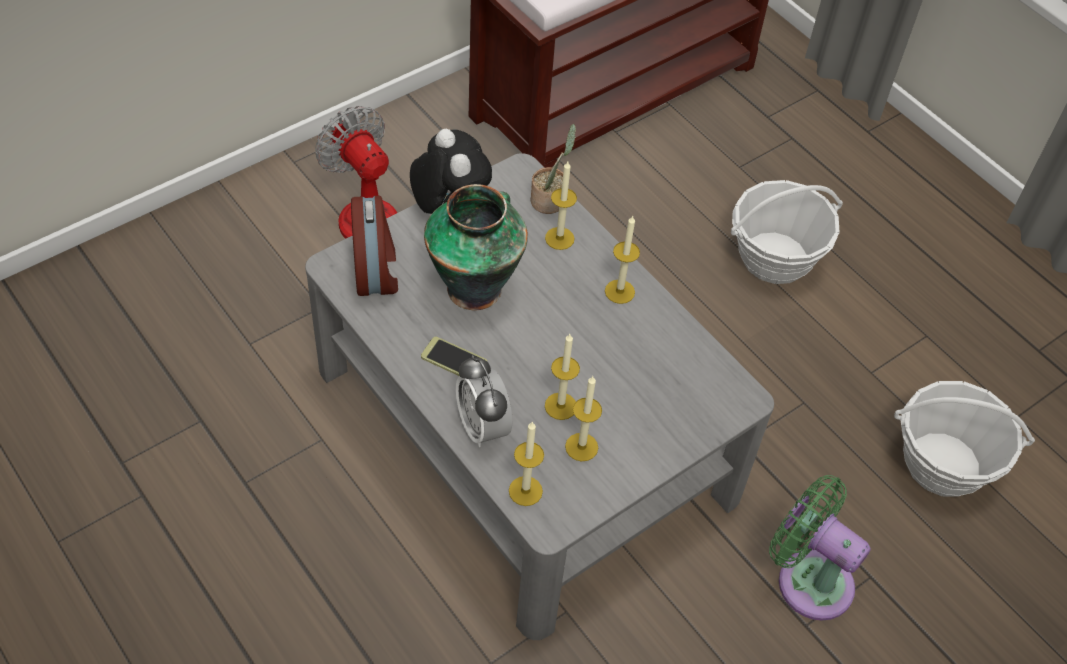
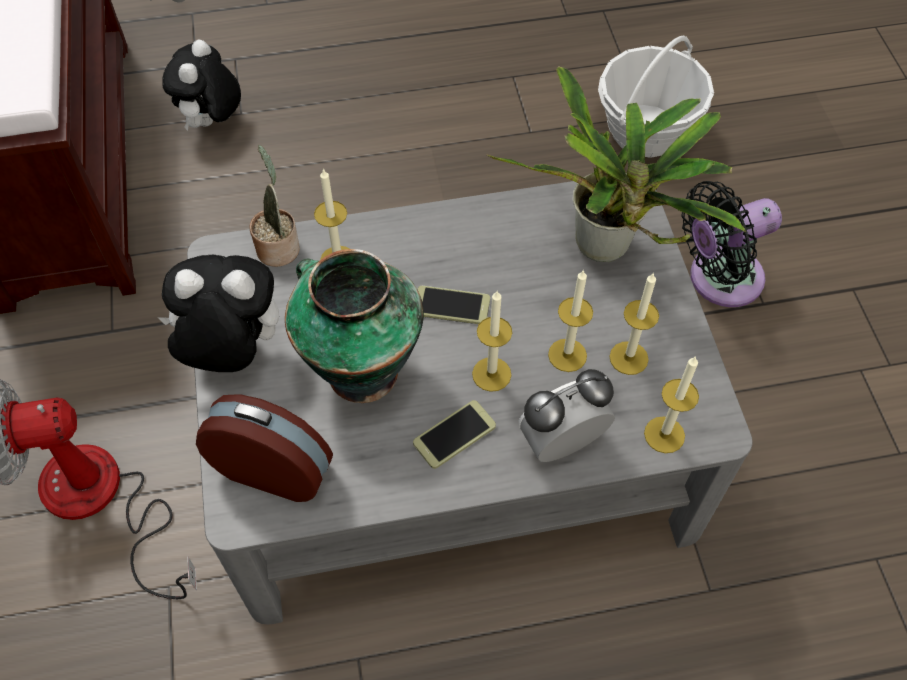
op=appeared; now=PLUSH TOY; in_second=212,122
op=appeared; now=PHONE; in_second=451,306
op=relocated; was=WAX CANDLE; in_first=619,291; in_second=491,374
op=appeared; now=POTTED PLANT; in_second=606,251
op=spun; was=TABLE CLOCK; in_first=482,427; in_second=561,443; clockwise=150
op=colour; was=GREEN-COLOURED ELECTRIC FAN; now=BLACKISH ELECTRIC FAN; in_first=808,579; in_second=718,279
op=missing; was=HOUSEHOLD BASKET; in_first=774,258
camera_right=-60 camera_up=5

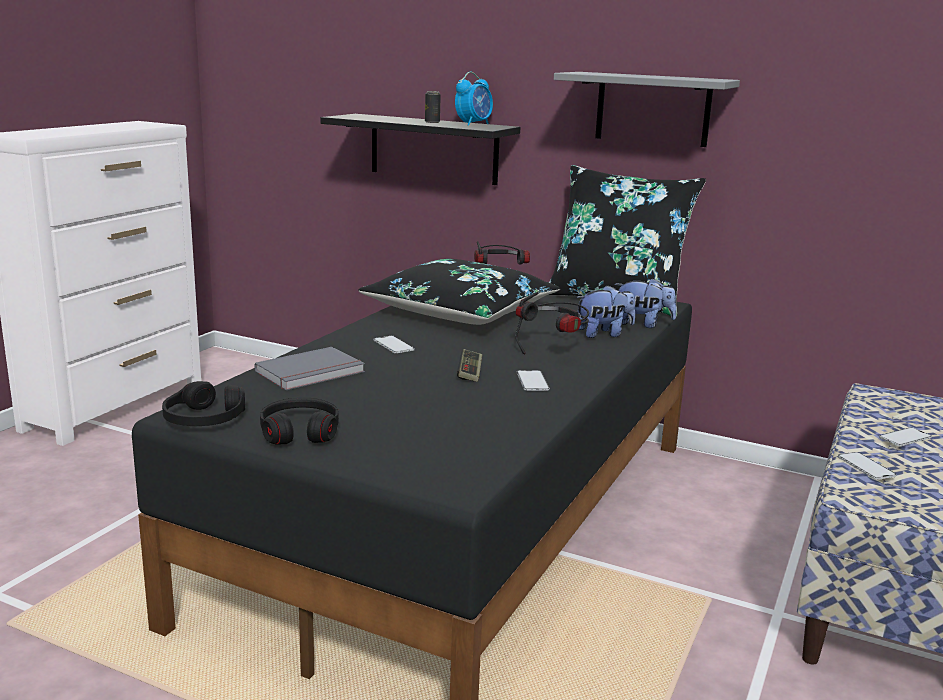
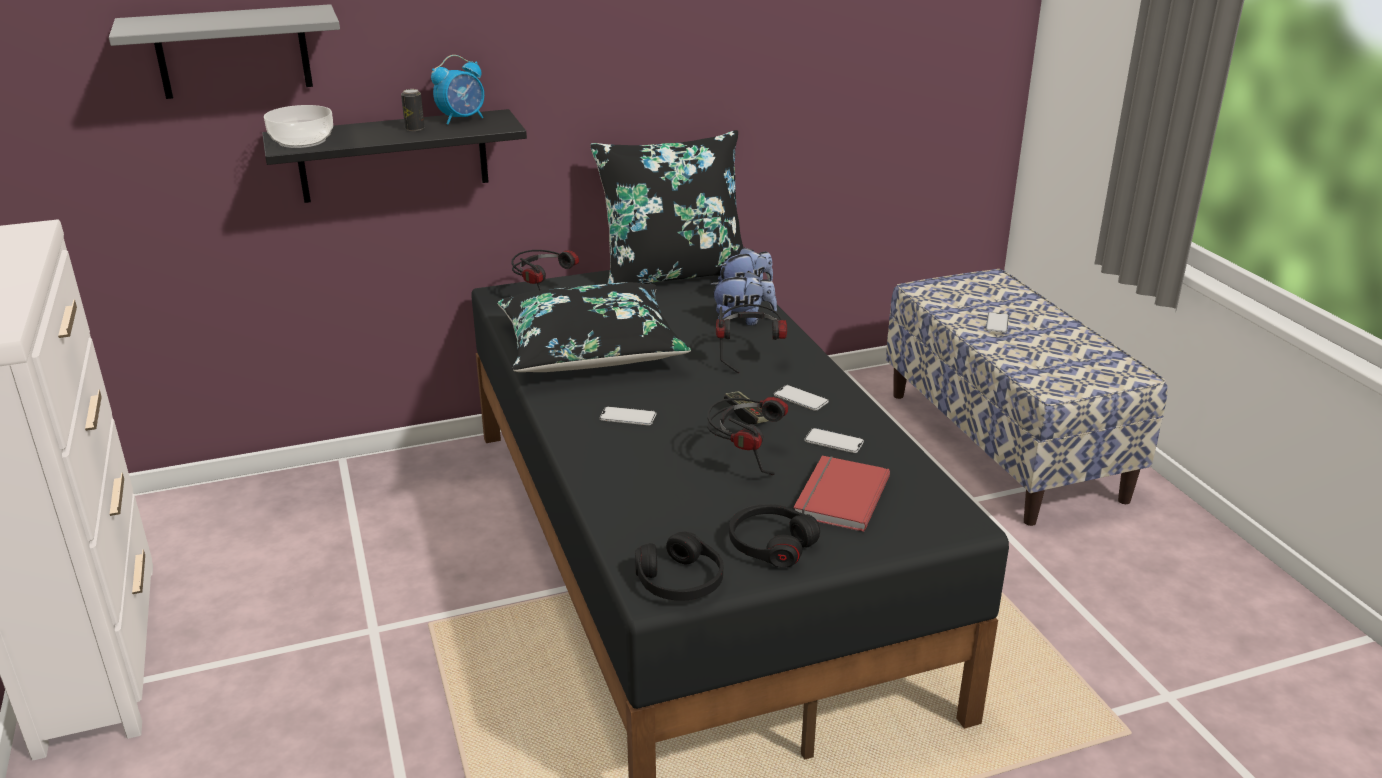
op=relocated; was=GREYISH SHELF; in_first=653,109; in_second=233,52
op=appeared; now=BOWL; in_second=302,141
op=spun; was=TABLE CLOCK; in_first=474,124; in_second=462,119; clockwise=60
op=appeared; now=PAIR OF HEADPHONES; in_second=745,459
op=spun; was=PLUSH TOY; in_first=603,334; in_second=743,321; clockwise=60
op=appeared; now=RED-COLOURED BOOK; in_second=838,496
op=relocated; was=PHONE; in_first=866,466; in_second=834,441
op=missing; was=GREYISH BOOK; in_first=312,373
camera_right=-45 camera_up=10

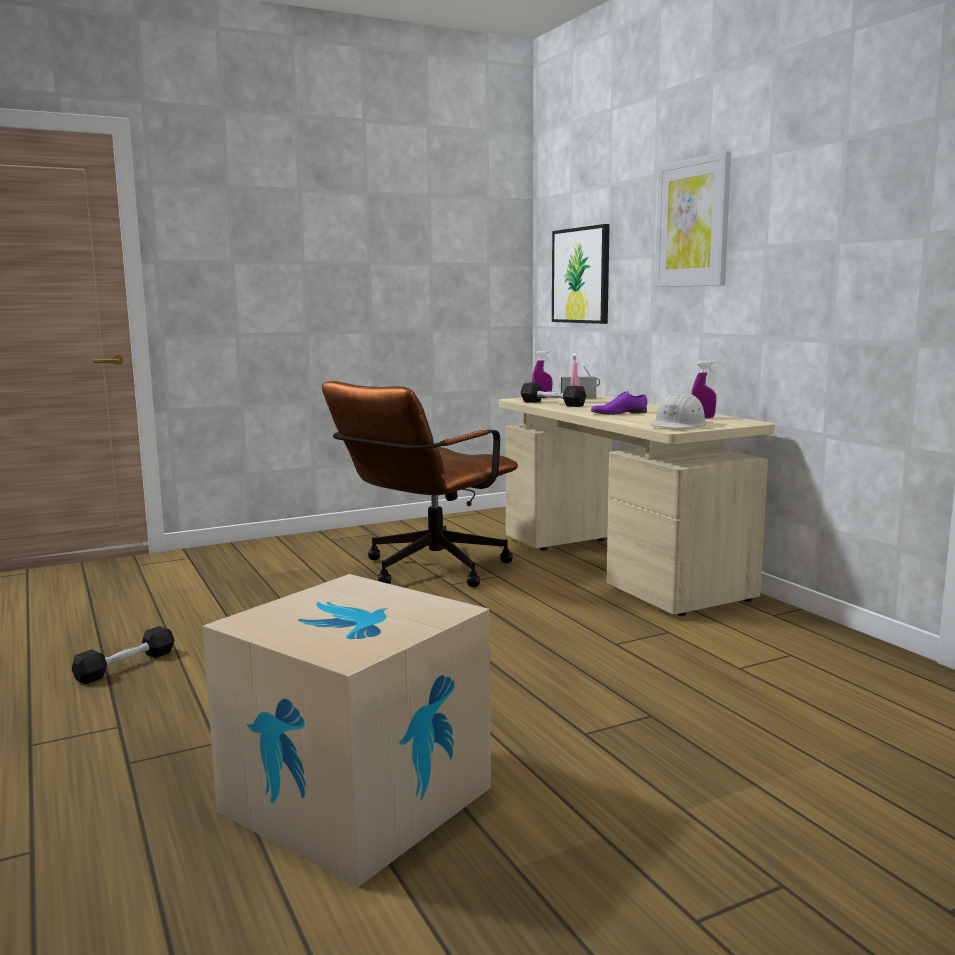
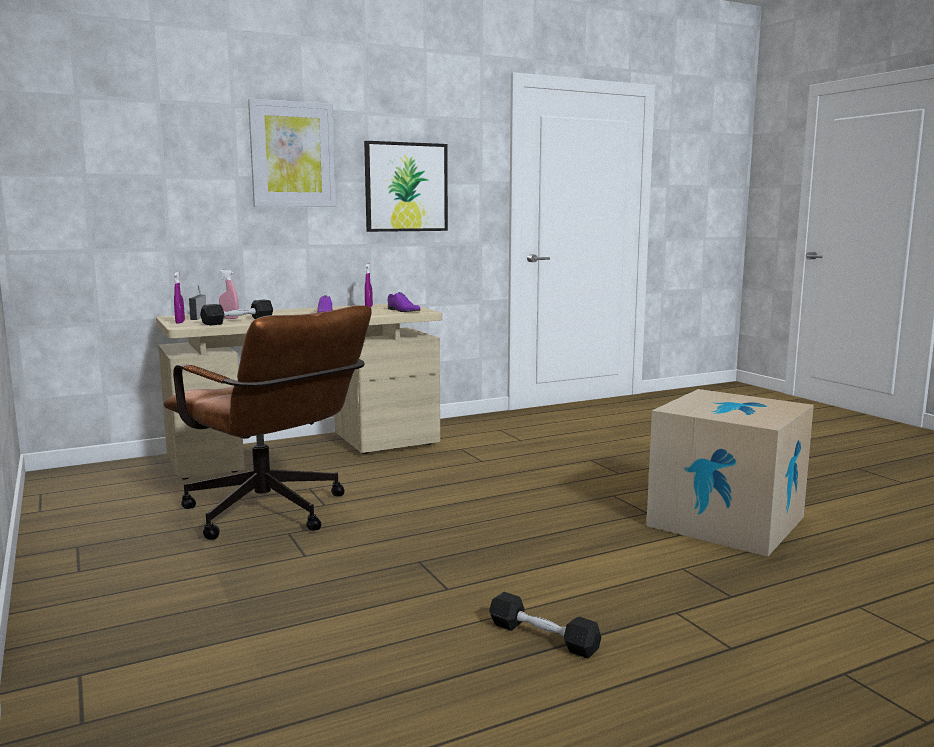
op=relocated; was=WALL PICTURE; in_first=581,275; in_second=406,187
op=exchanged; was=WHITE SAFETY HELMET; now=PURPLISH LOW SHOE; in_first=679,425; in_second=402,310
camera_right=-90 camera_up=0

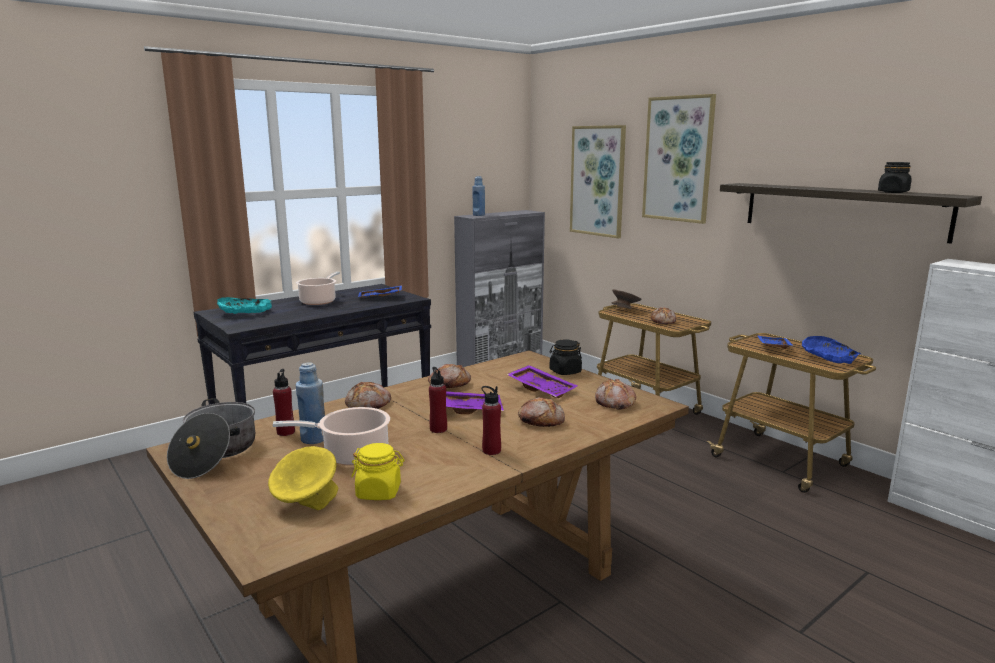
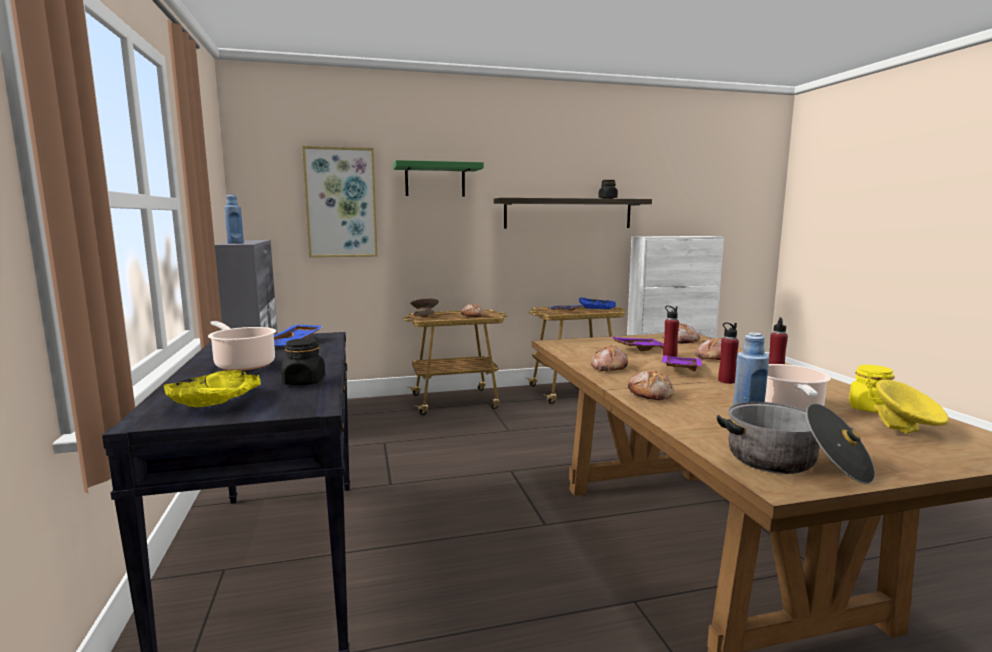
op=colour; was=TURQUOISE BOWL; now=YELLOWISH BOWL; in_first=244,313; in_second=216,401
op=relocated; was=BLACKISH JAR; in_first=565,371; in_second=304,382
op=exchanged; was=WALL PICTURE; now=GREEN-COLOURED SHELF; in_first=678,159; in_second=435,180
op=relocated; was=RED-COLOURED DRINK BOTTLE; in_first=286,432; in_second=669,356
camera_right=-65 camera_up=-5

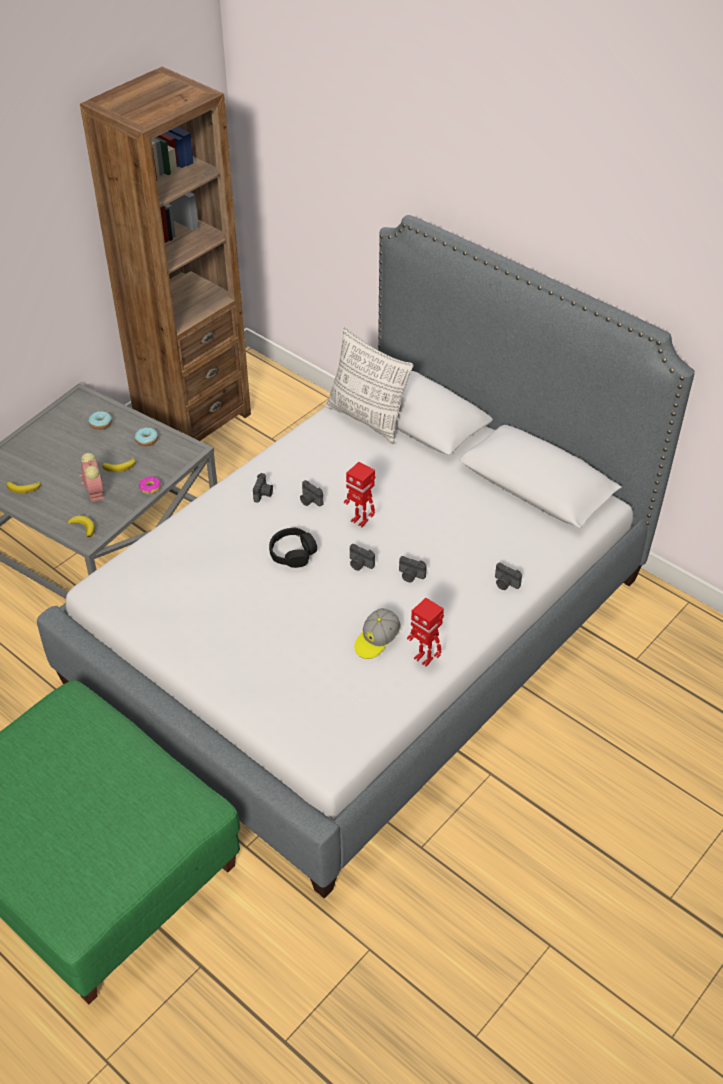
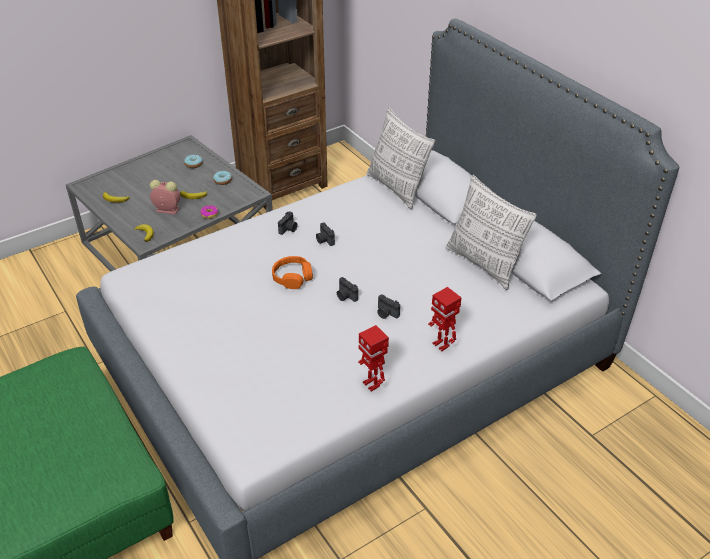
op=spun; was=TABLE CLOCK; in_first=94,491; in_second=166,210; clockwise=-75
op=colour; was=BLACKISH PAIR OF HEADPHONES; now=ORANGE-COLOURED PAIR OF HEADPHONES; in_first=292,553; in_second=292,277
op=relocated; was=TOY ROBOT; in_first=360,520; in_second=441,344
op=appeared; now=CUSHION; in_second=484,264
op=missing; was=BASEBALL CAP; in_first=376,640
op=missing; was=PHOTO CAMERA; in_first=505,584
camera_right=15 camera_up=-5

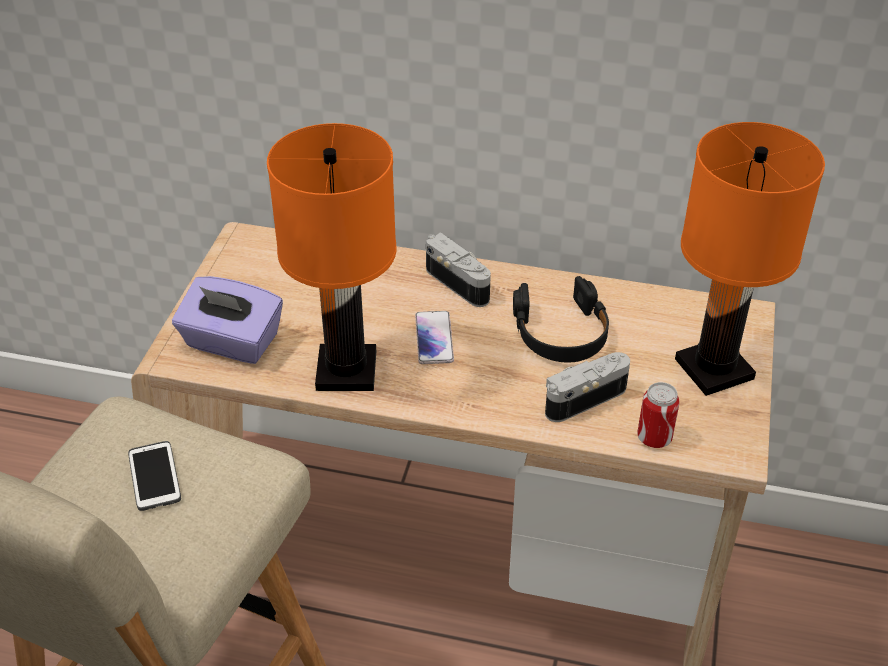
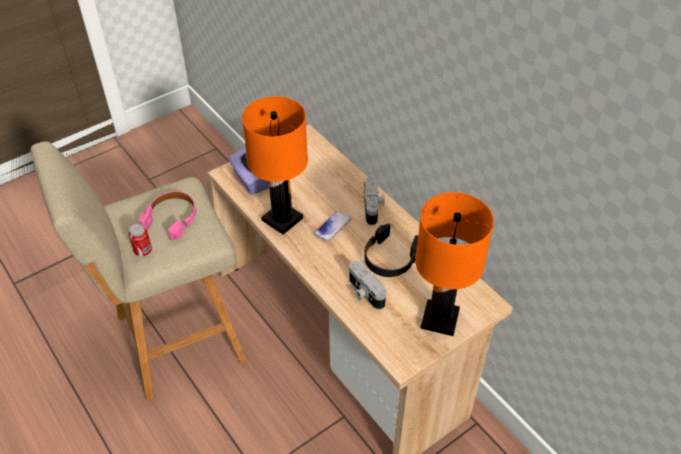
op=relocated; was=SEALED CAN; in_first=654,438; in_second=143,251
op=exchanged; was=PHONE; now=PINK PAIR OF HEADPHONES; in_first=154,477; in_second=172,219
op=spun; was=PHOTO CAMERA; in_first=583,397; in_second=364,293; clockwise=-135
camera_right=40 camera_up=5

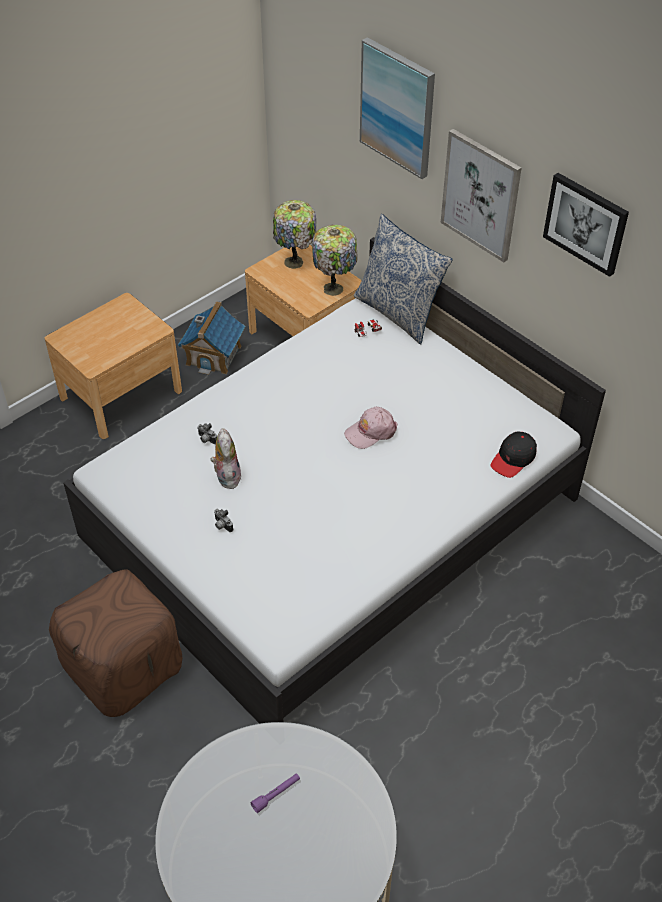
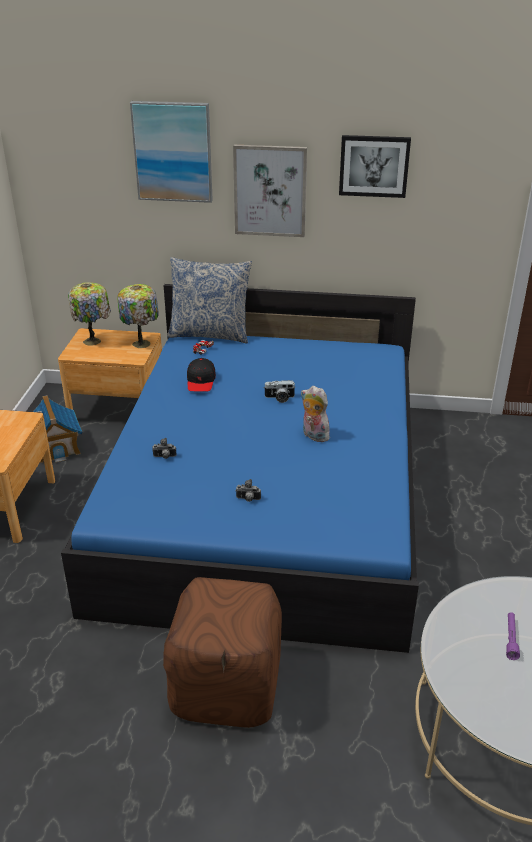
op=colour; was=WHITE SLEEPING BED; now=BLUE SLEEPING BED; in_first=331,516; in_second=265,496
op=relocated; was=BLACKISH BASEBALL CAP; in_first=513,459; in_second=201,381
op=exchanged; was=PINK BASEBALL CAP; now=PHOTO CAMERA; in_first=370,432; in_second=279,398
op=relocated; was=PLUSH TOY; in_first=226,476; in_second=313,436
camera_right=-40 camera_up=-15

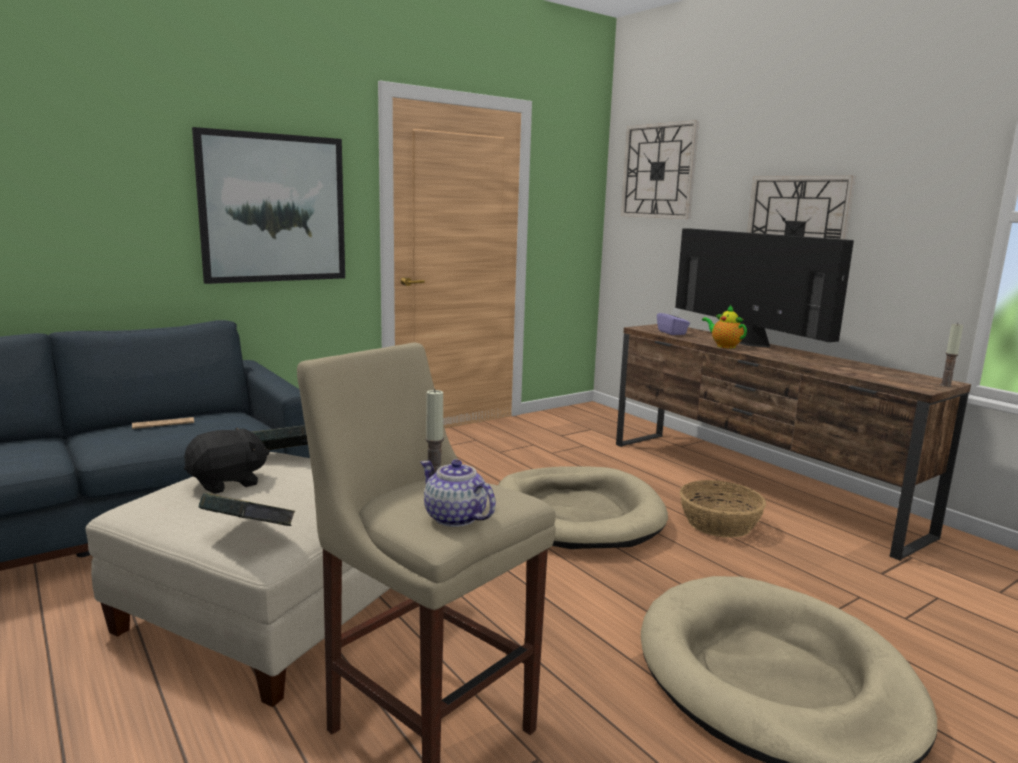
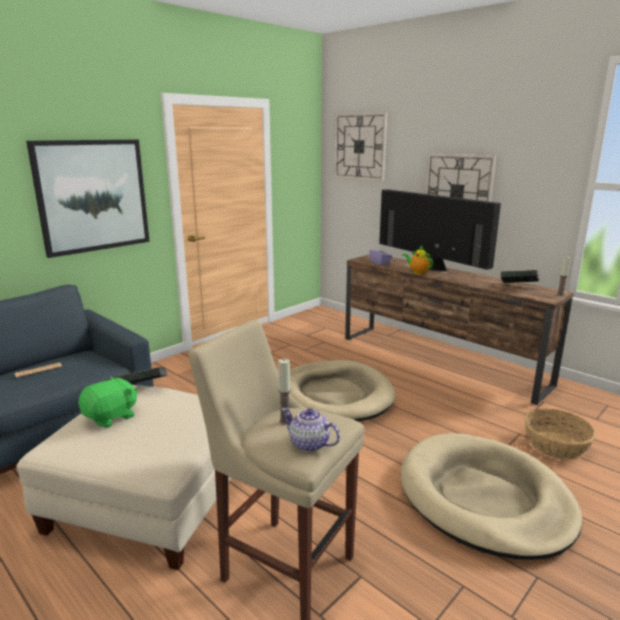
op=colour; was=BLACKISH PLUSH TOY; now=GREEN-COLOURED PLUSH TOY; in_first=227,483; in_second=111,417
op=relocated; was=BOOK; in_first=248,534; in_second=518,287
op=relocated; was=HOUSEHOLD BASKET; in_first=719,524; in_second=556,445
camera_right=-10 camera_up=5

